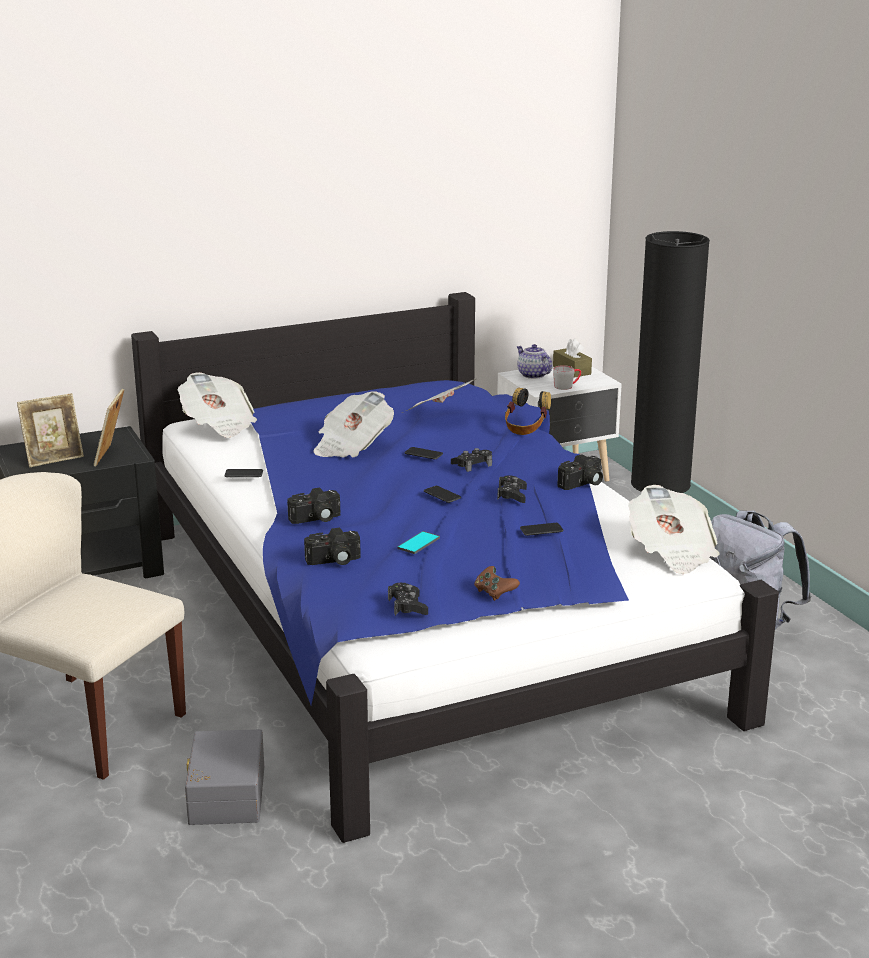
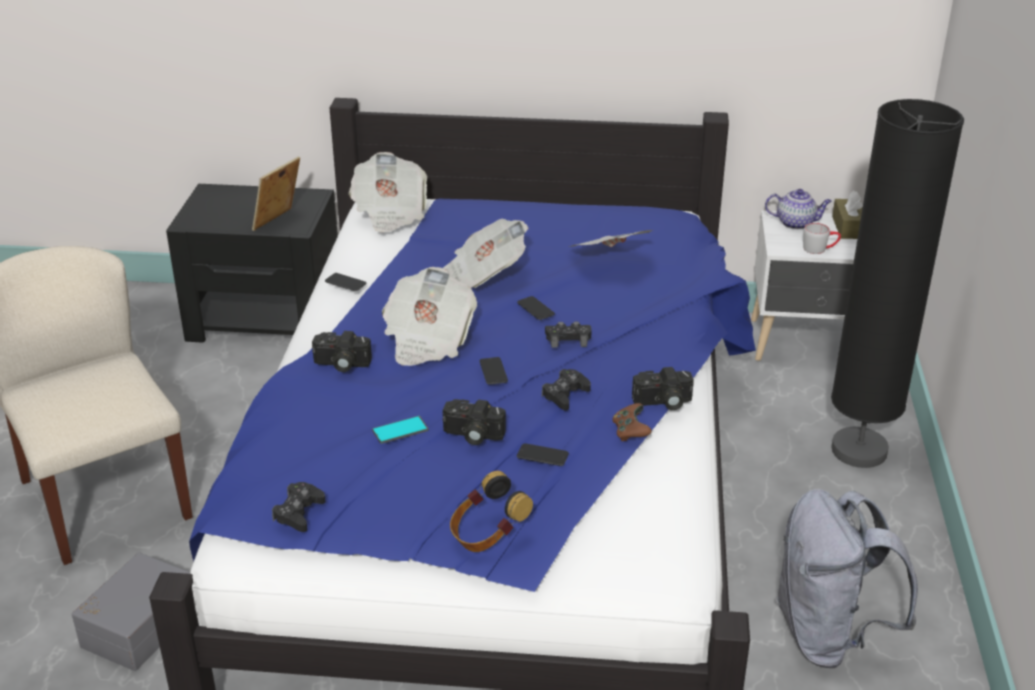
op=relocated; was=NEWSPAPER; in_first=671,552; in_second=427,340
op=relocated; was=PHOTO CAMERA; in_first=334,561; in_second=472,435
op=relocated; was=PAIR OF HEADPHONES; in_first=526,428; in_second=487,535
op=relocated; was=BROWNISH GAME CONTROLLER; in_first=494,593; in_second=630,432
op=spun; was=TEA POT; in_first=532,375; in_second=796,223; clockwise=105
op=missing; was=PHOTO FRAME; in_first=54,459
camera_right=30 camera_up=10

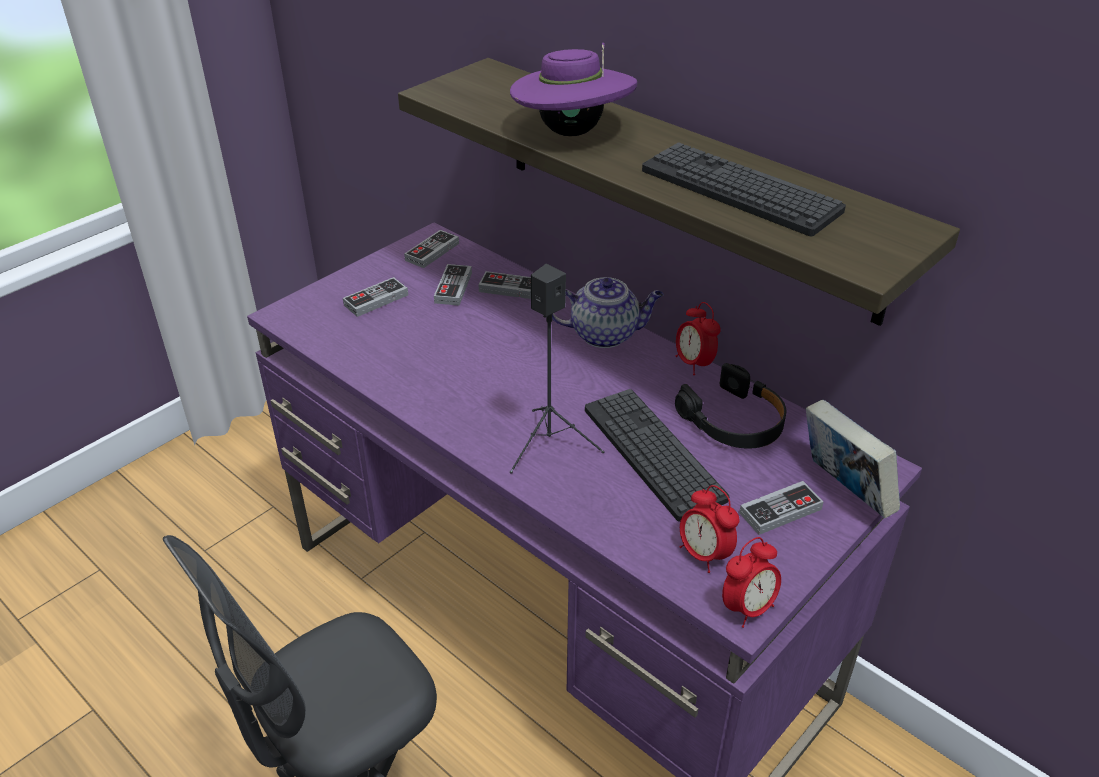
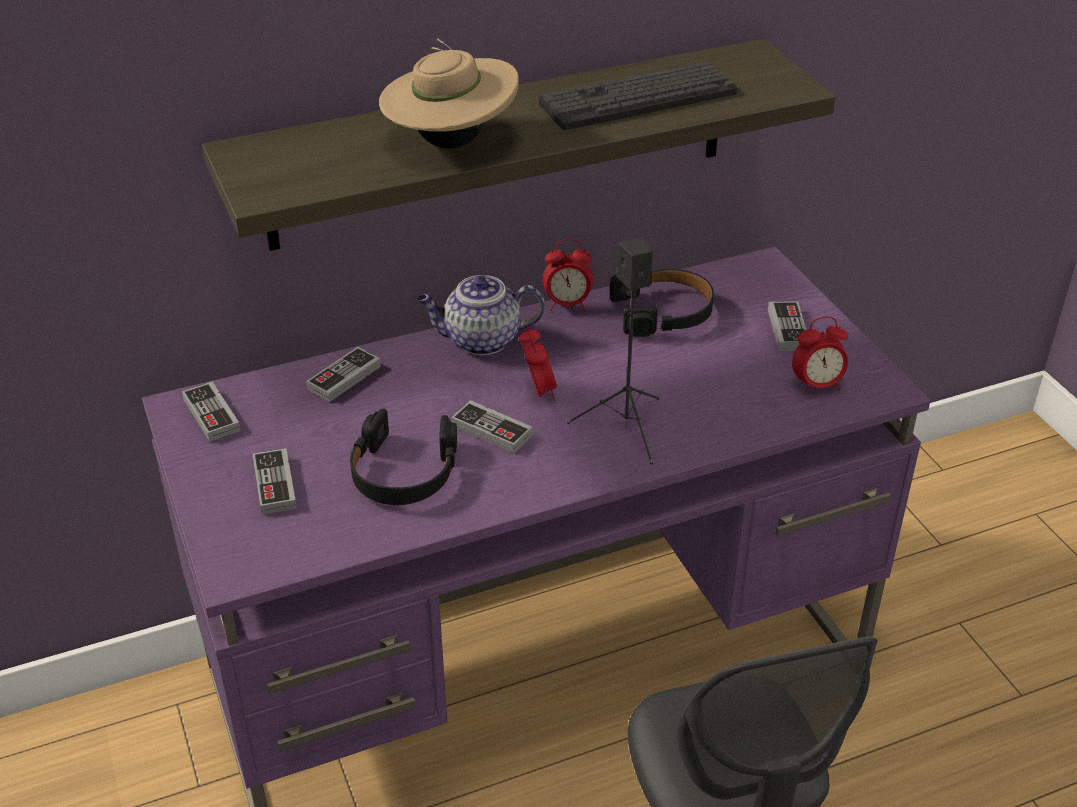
op=appeared; now=BLACKISH PAIR OF HEADPHONES; in_second=403,472
op=colour; was=PURPLISH HAT; now=SAND-COLOURED HAT; in_first=572,132; in_second=450,142
op=spun; was=TEA POT; in_first=605,334; in_second=480,340; clockwise=-120
op=relocated; was=GAME CONTROLLER; in_first=453,288; in_second=491,430
op=relocated; was=TABLE CLOCK; in_first=747,608; in_second=538,392
op=missing; was=KEYBOARD; in_first=653,453
op=missing; was=BOOK; in_first=843,490
camera_right=-65 camera_up=0

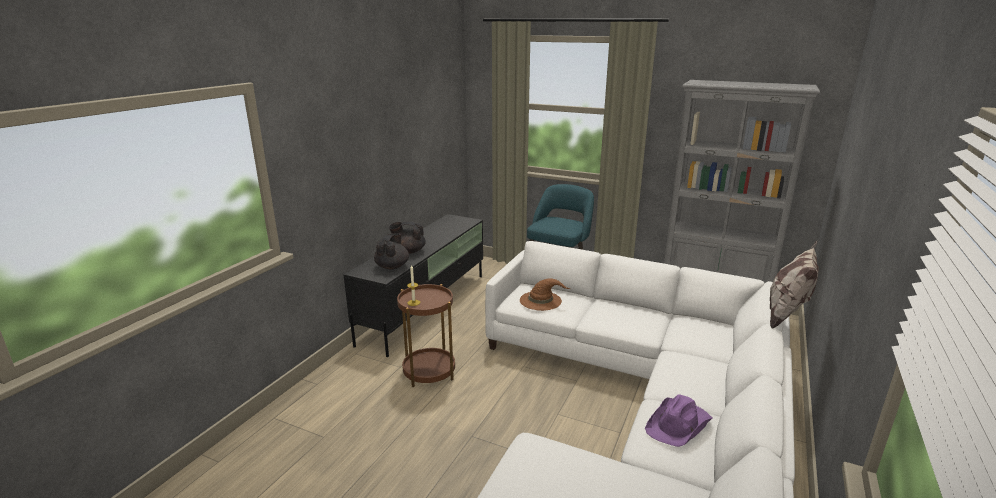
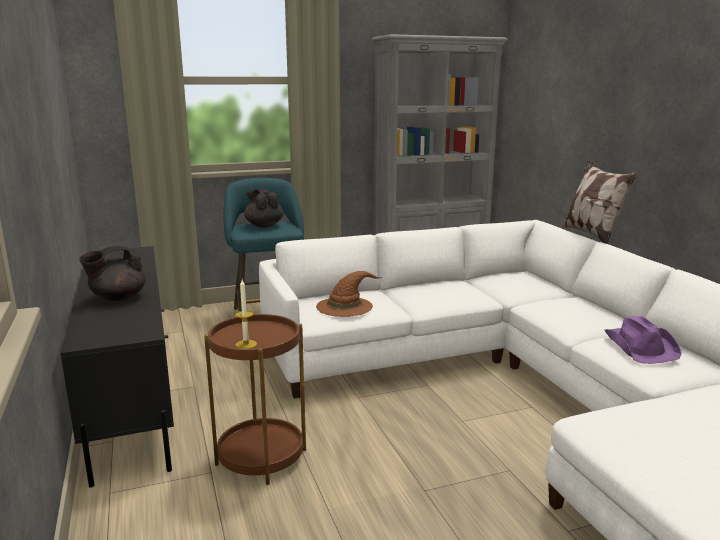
op=relocated; was=BLACKISH TEA POT; in_first=392,266; in_second=264,225
camera_right=-45 camera_up=-5

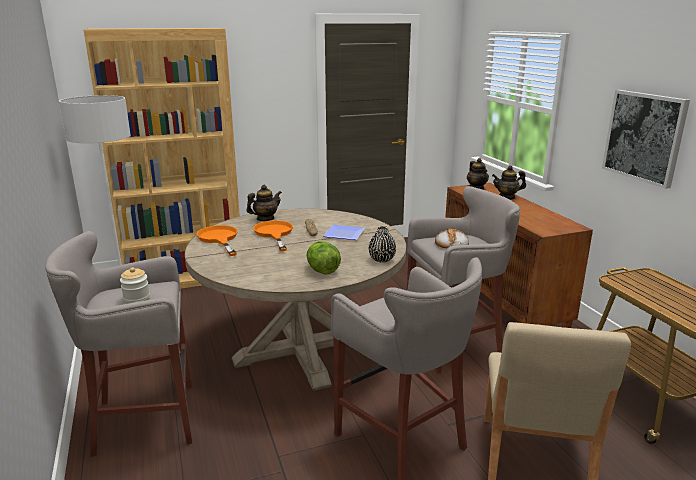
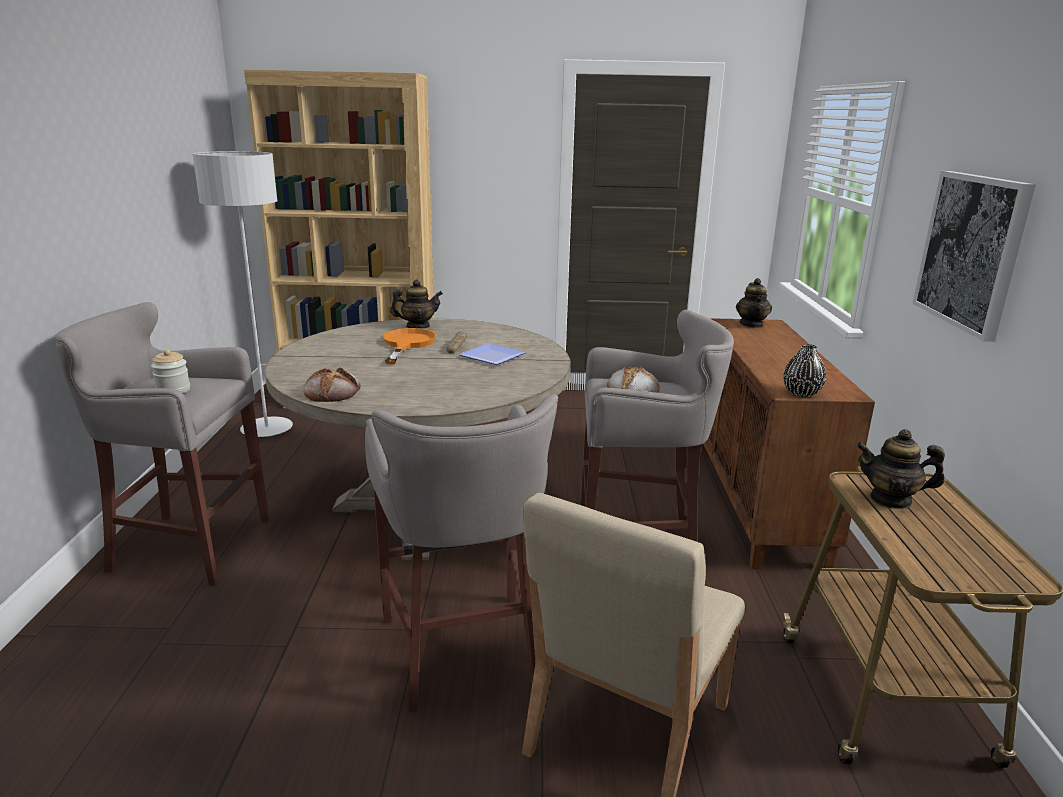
op=appeared; now=BAKED BREAD; in_second=333,392
op=relocated; was=BLACKISH DECORATIVE VASE; in_first=382,259; in_second=801,393
op=relocated; was=TEA POT; in_first=507,197; in_second=891,500
op=missing; was=ORANGE-COLOURED PAN; in_first=219,239
op=missing; was=LETTUCE; in_first=322,271
camera_right=20 camera_up=0

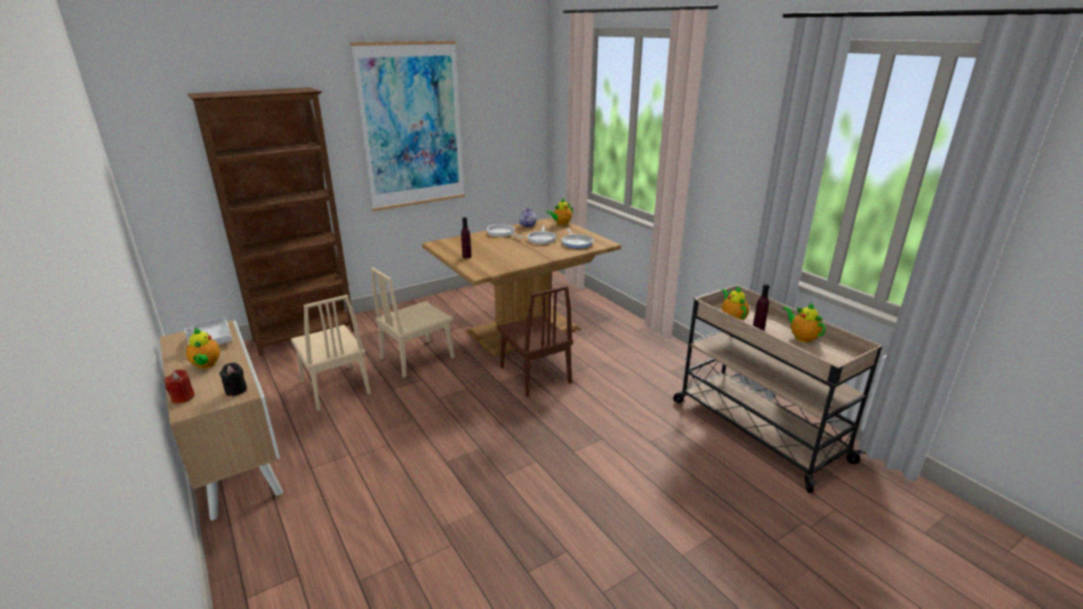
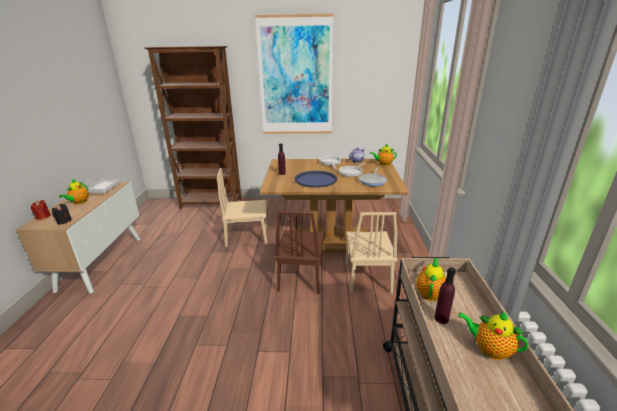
op=appeared; now=BLUE CARRYING TRAY; in_second=316,179
op=relocated; was=SAND-COLOURED CHAIR; in_first=335,387; in_second=367,277
op=spun; was=TEA POT; in_first=801,337; in_second=489,349; clockwise=-60
camera_right=35 camera_up=0

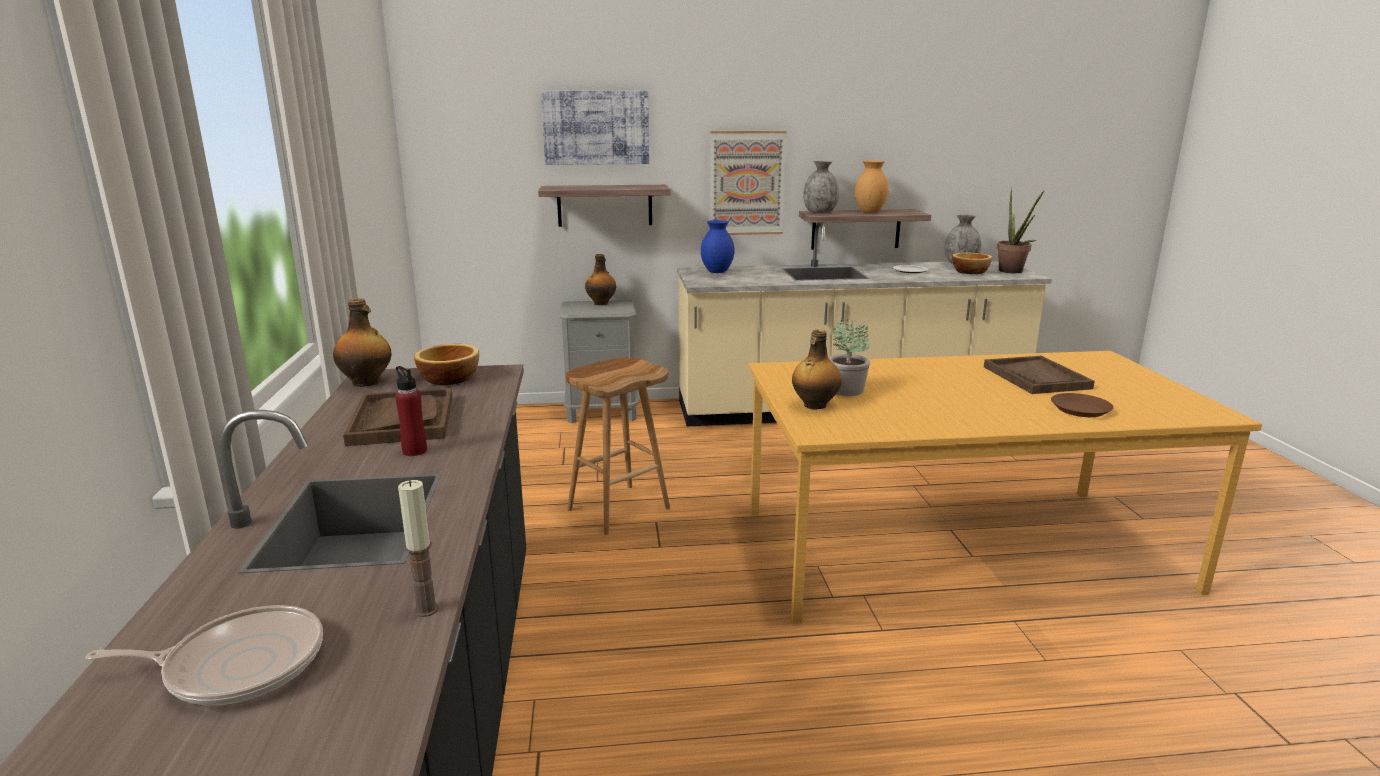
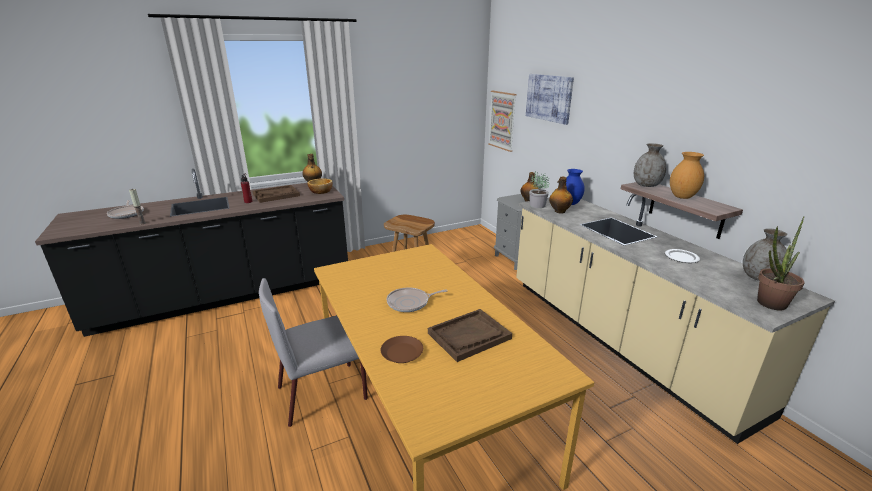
op=appeared; now=GREYISH CHAIR; in_second=324,392
op=appeared; now=PAN; in_second=410,303
op=relocated; was=WALL PICTURE; in_first=746,183; in_second=502,120
op=relocated; was=POTTED PLANT; in_first=846,390; in_second=537,205
op=relocated; was=DRINK BOTTLE; in_first=814,406; in_second=559,211
op=missing; was=SHELF; in_first=604,205
op=missing; was=BOWL; in_first=970,272
camera_right=70 camera_up=5

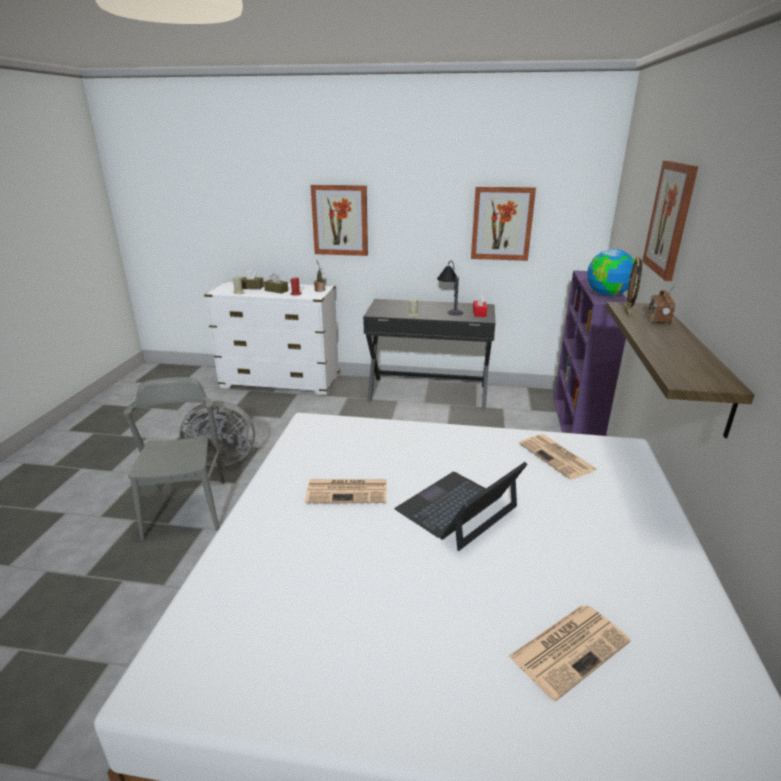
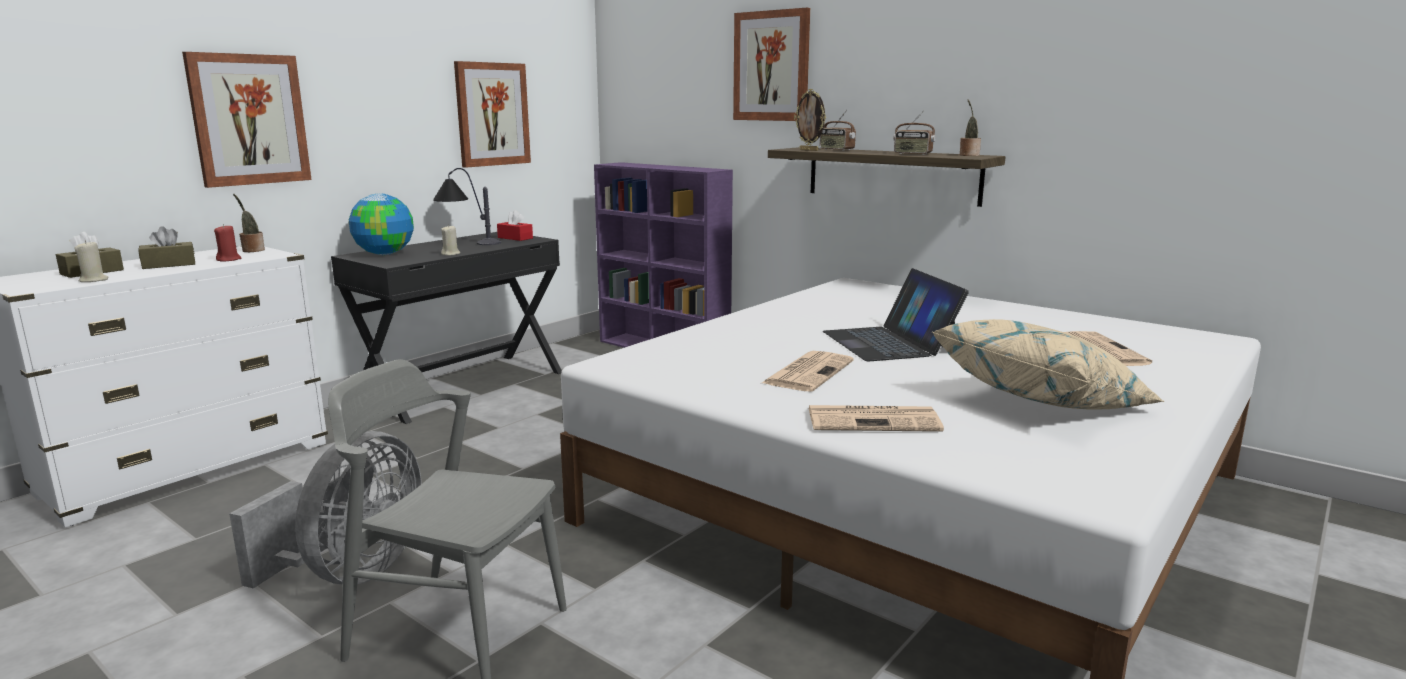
op=relocated; was=WORLD GLOBE; in_first=607,294; in_second=384,253
op=relocated; was=NEWSPAPER; in_first=558,457; in_second=875,420
op=appeared; now=RADIO; in_second=912,154
op=appeared; now=SAND-COLOURED CUSHION; in_second=1042,403
op=appeared; now=POTTED PLANT; in_second=968,155
camera_right=-60 camera_up=-10

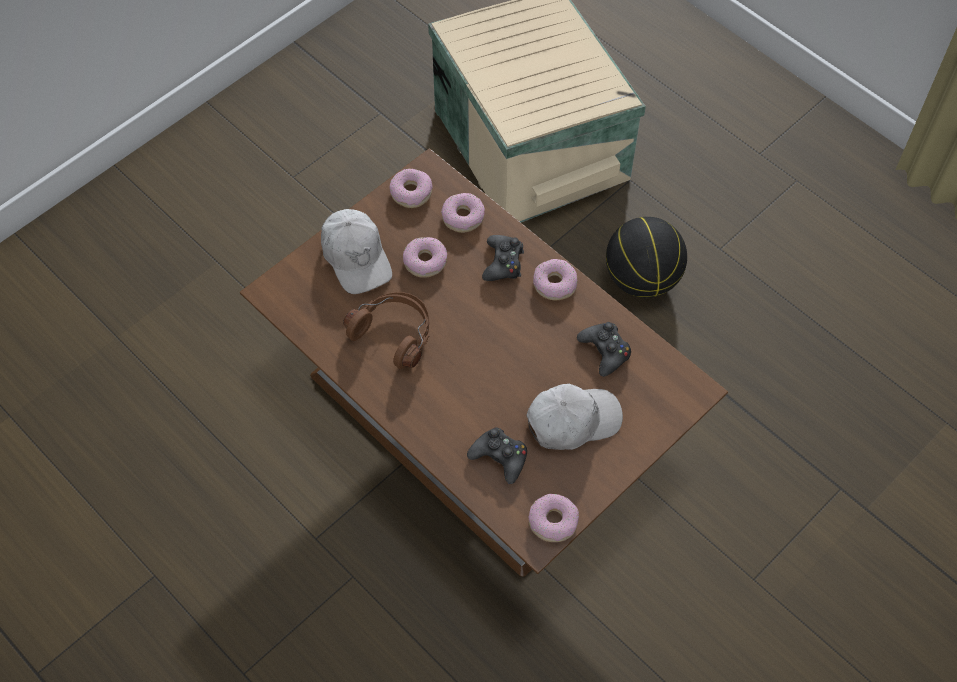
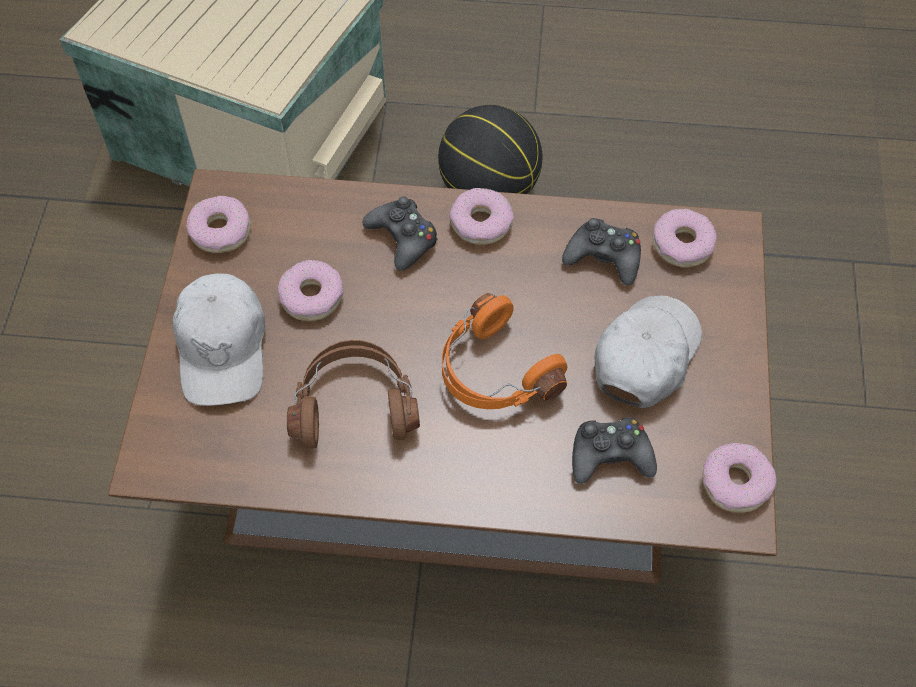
op=spun; was=WHITE BASEBALL CAP; in_first=356,257; in_second=223,348; clockwise=60
op=appeared; now=ORANGE-COLOURED PAIR OF HEADPHONES; in_second=494,372
op=relocated; was=DONUT; in_first=462,217; in_second=681,244
camera_right=-40 camera_up=0

